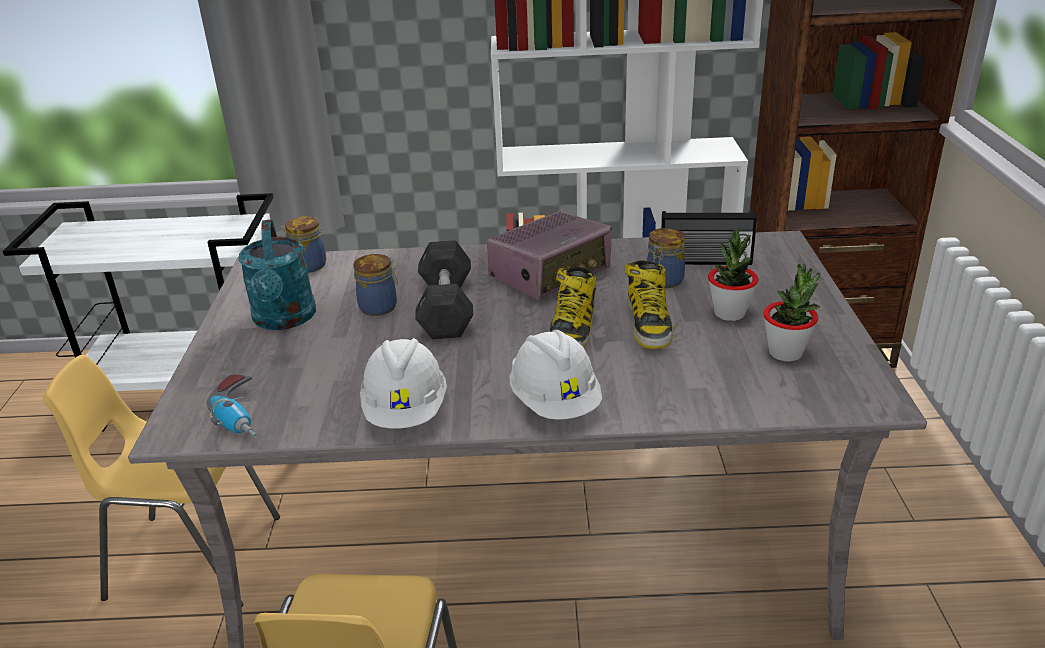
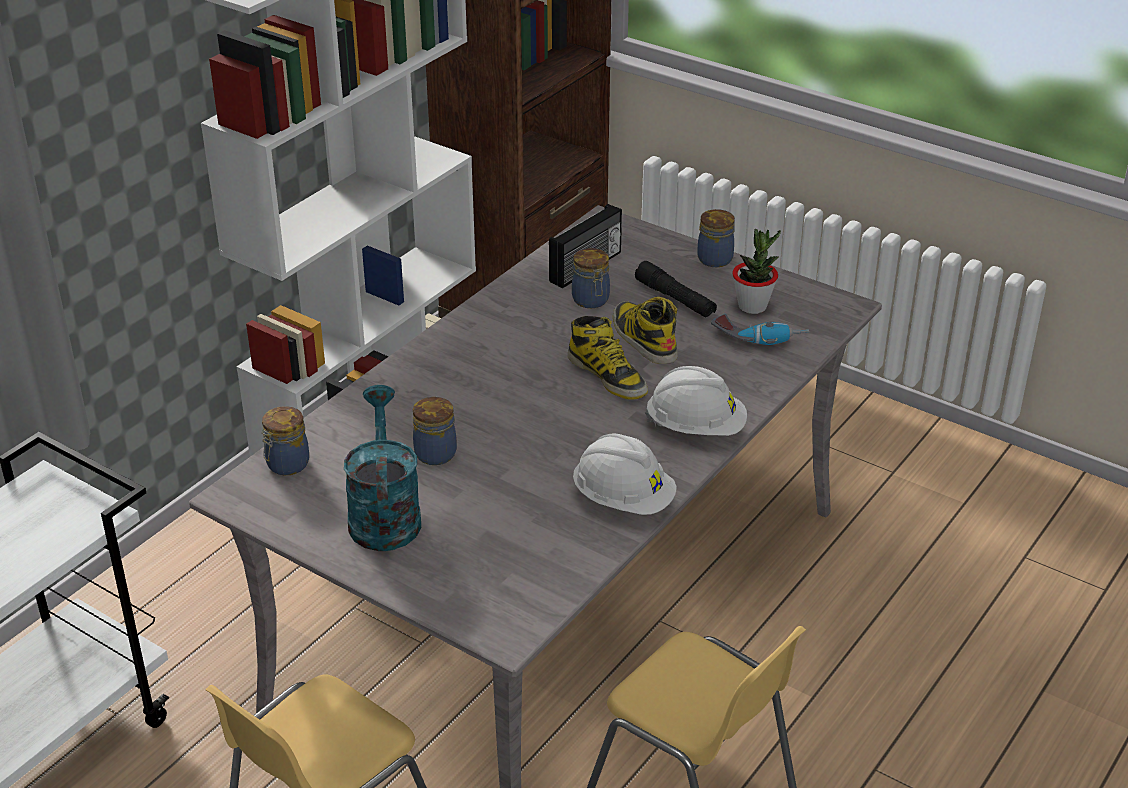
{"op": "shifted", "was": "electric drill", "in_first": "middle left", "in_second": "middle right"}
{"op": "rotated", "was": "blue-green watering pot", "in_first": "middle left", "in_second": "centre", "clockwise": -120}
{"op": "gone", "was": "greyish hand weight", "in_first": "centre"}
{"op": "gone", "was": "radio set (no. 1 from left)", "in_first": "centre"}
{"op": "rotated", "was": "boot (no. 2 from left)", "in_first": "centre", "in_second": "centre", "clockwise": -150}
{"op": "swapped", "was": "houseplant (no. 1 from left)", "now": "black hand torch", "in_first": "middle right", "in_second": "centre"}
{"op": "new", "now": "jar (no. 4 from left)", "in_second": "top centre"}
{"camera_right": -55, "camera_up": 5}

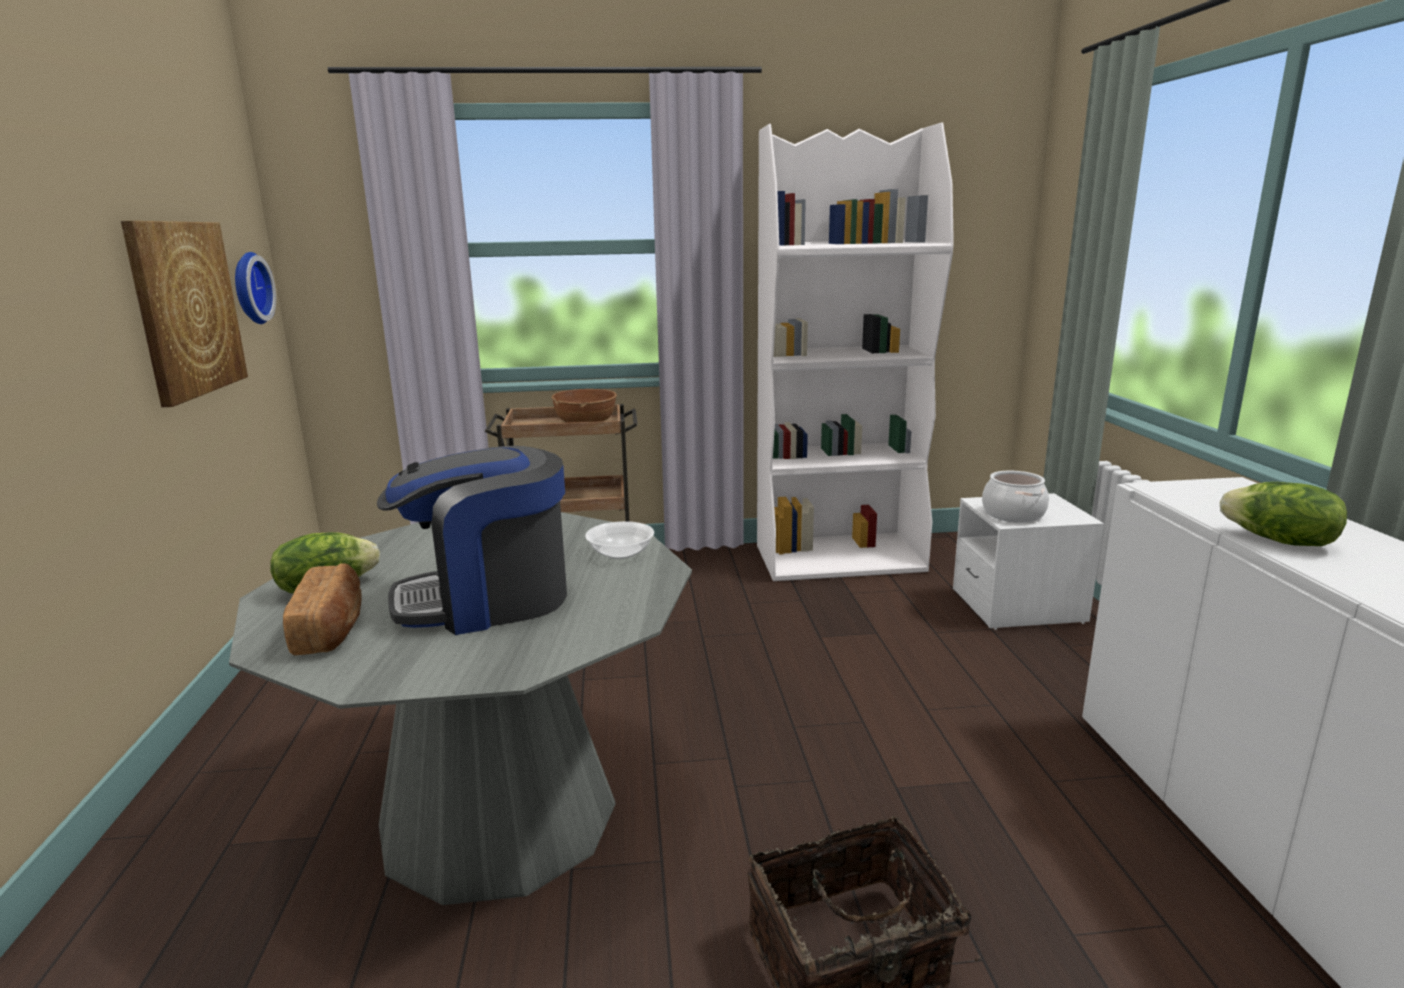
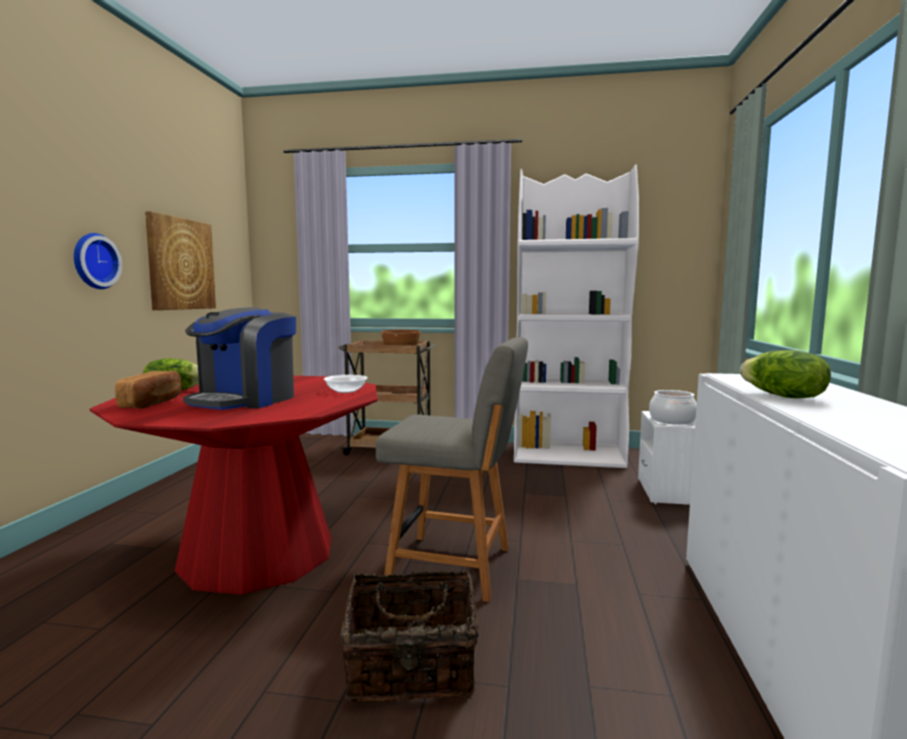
{"op": "repainted", "was": "greyish kitchen table", "now": "reddish kitchen table", "in_first": "bottom left", "in_second": "middle left"}
{"op": "shifted", "was": "hanging clock", "in_first": "top left", "in_second": "middle left"}
{"op": "rotated", "was": "coffee maker", "in_first": "centre", "in_second": "middle left", "clockwise": -60}
{"op": "new", "now": "greyish chair", "in_second": "centre"}
{"camera_right": 15, "camera_up": -10}

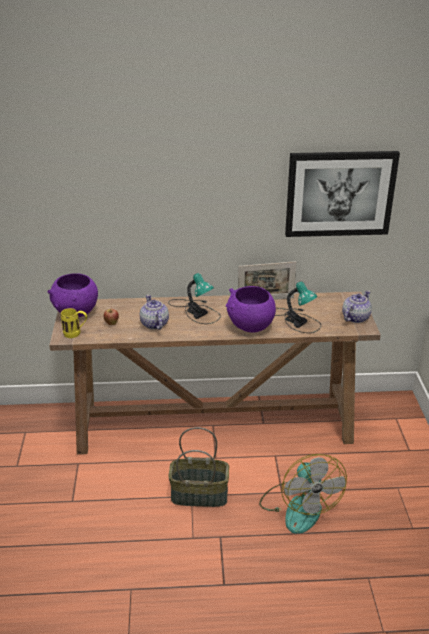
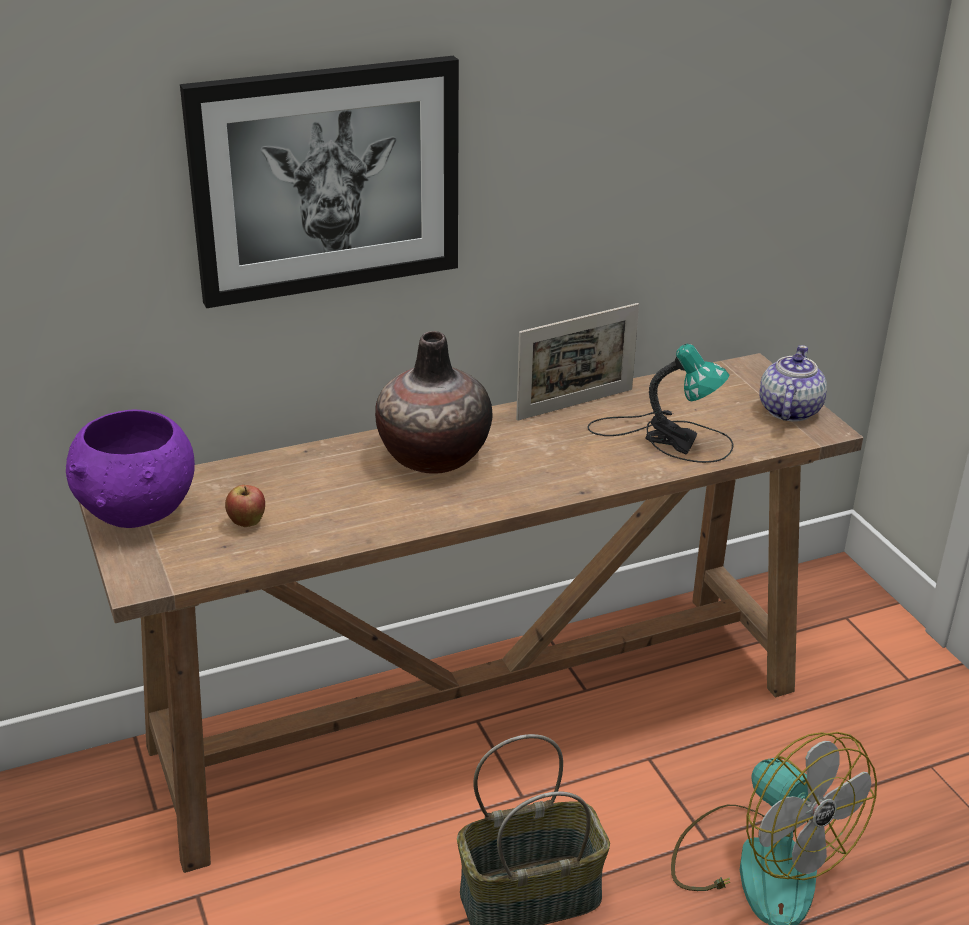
{"op": "gone", "was": "yellow-coloured tea mug", "in_first": "middle left"}
{"op": "gone", "was": "pot for tea (no. 1 from left)", "in_first": "centre"}
{"op": "swapped", "was": "lamp for a table (no. 1 from left)", "now": "flower vase", "in_first": "centre", "in_second": "centre"}
{"op": "gone", "was": "purple bowl (no. 2 from left)", "in_first": "centre"}
{"op": "shifted", "was": "picture", "in_first": "top right", "in_second": "top left"}
{"camera_right": -20, "camera_up": 0}

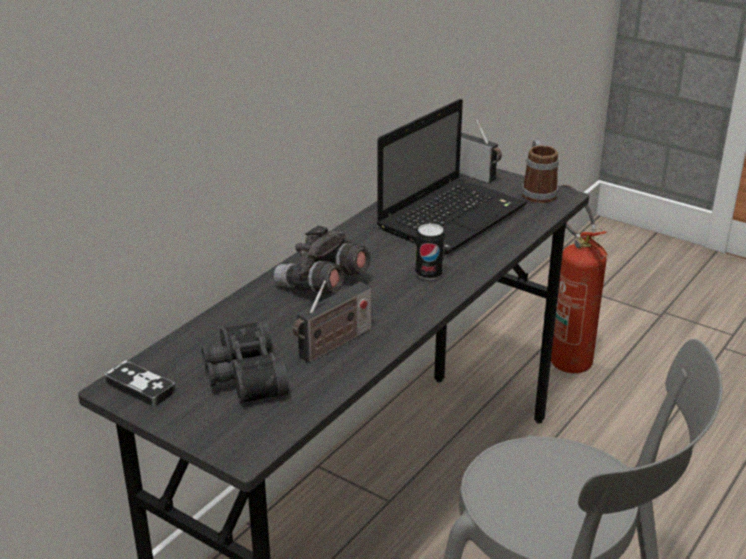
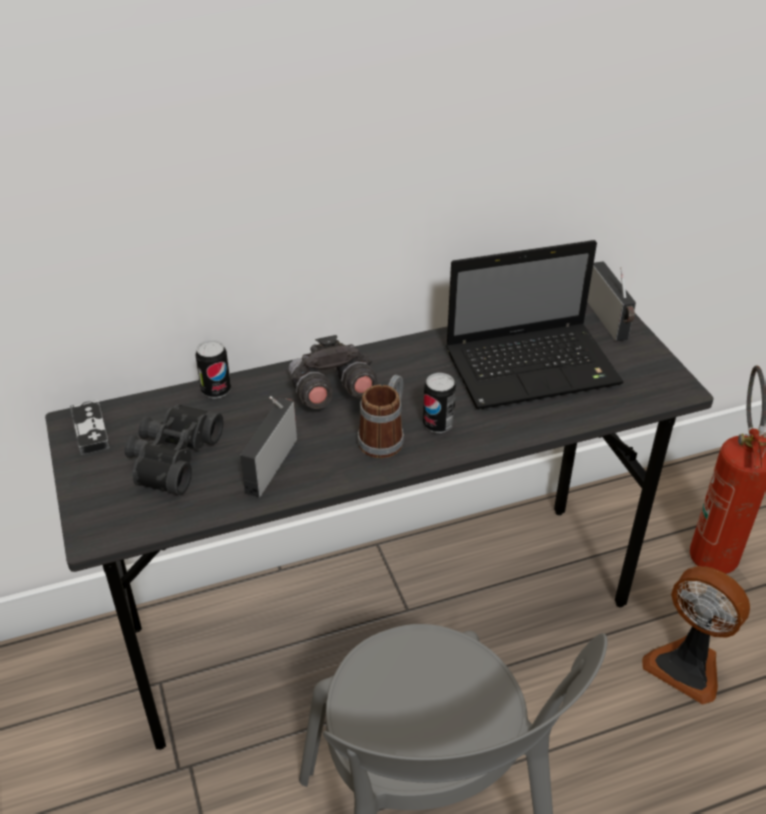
{"op": "rotated", "was": "radio set (no. 1 from left)", "in_first": "centre", "in_second": "centre", "clockwise": 120}
{"op": "shifted", "was": "tea mug", "in_first": "top right", "in_second": "centre"}
{"op": "new", "now": "can (no. 1 from left)", "in_second": "middle left"}
{"op": "new", "now": "cooling fan", "in_second": "bottom right"}
{"camera_right": 35, "camera_up": 10}

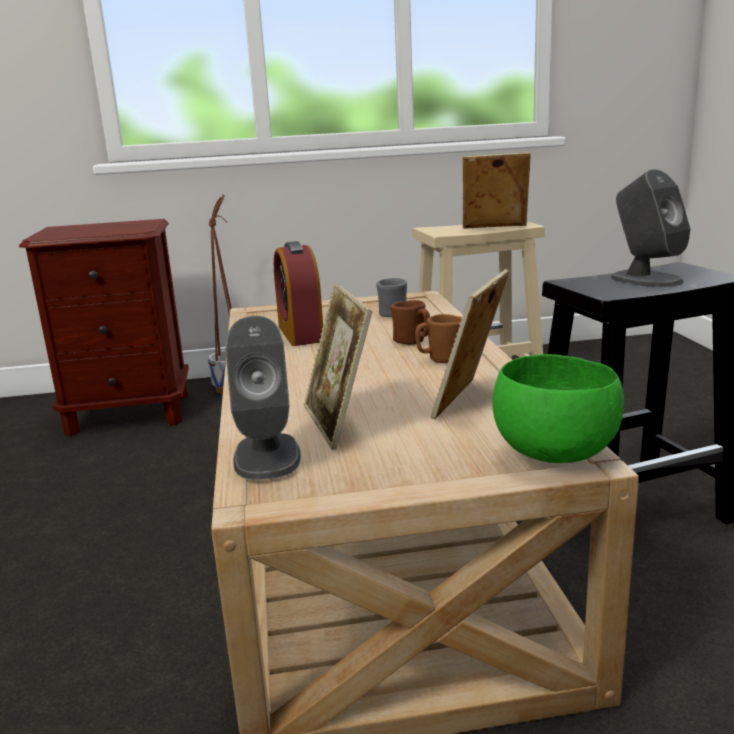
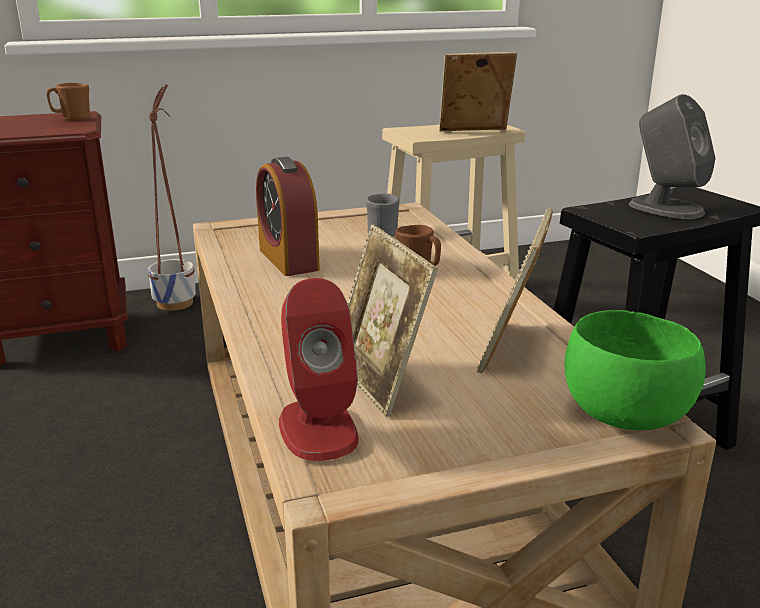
{"op": "repainted", "was": "greyish audio speaker (no. 1 from left)", "now": "reddish audio speaker", "in_first": "centre", "in_second": "centre"}
{"op": "shifted", "was": "brownish tea mug (no. 2 from left in the first image)", "now": "brownish tea mug (no. 1 from left)", "in_first": "centre", "in_second": "top left"}
{"camera_right": -10, "camera_up": 5}

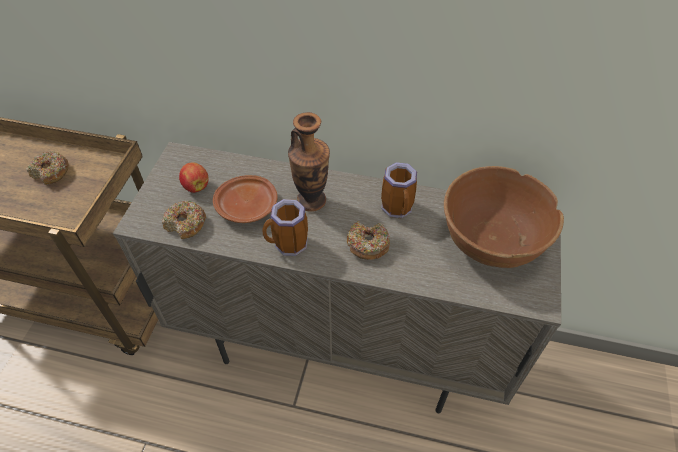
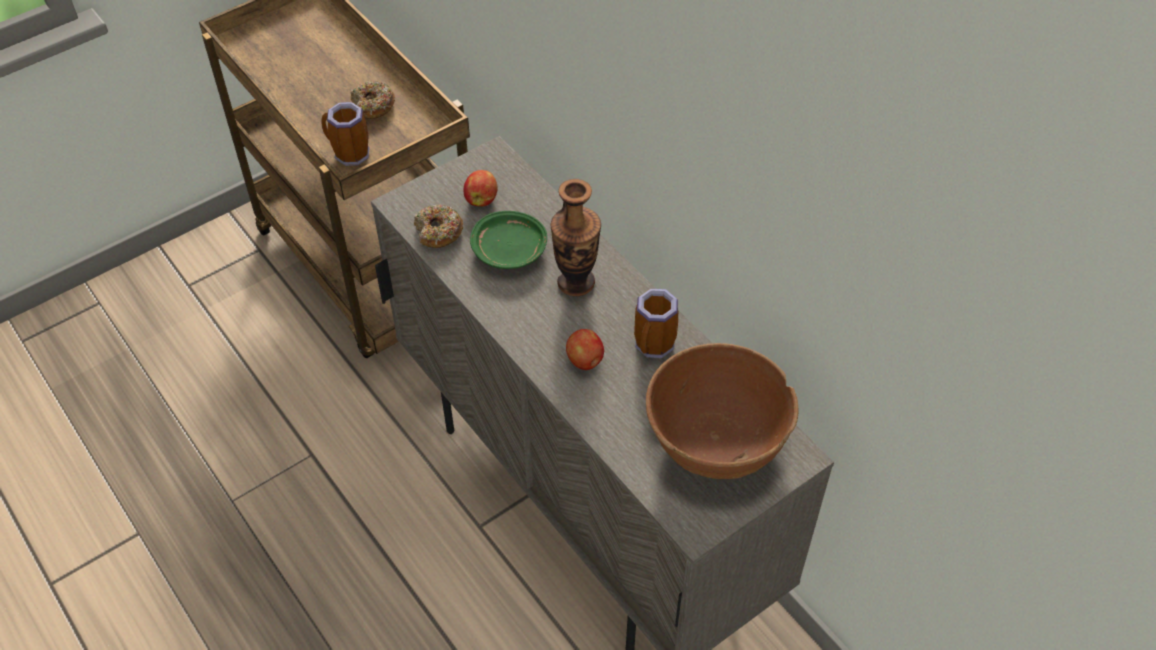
{"op": "repainted", "was": "brownish plate", "now": "green plate", "in_first": "centre", "in_second": "centre"}
{"op": "shifted", "was": "tea mug (no. 1 from left)", "in_first": "centre", "in_second": "top left"}
{"op": "swapped", "was": "ring doughnut (no. 3 from left)", "now": "apple fruit (no. 2 from left)", "in_first": "centre", "in_second": "centre"}
{"camera_right": 40, "camera_up": 0}

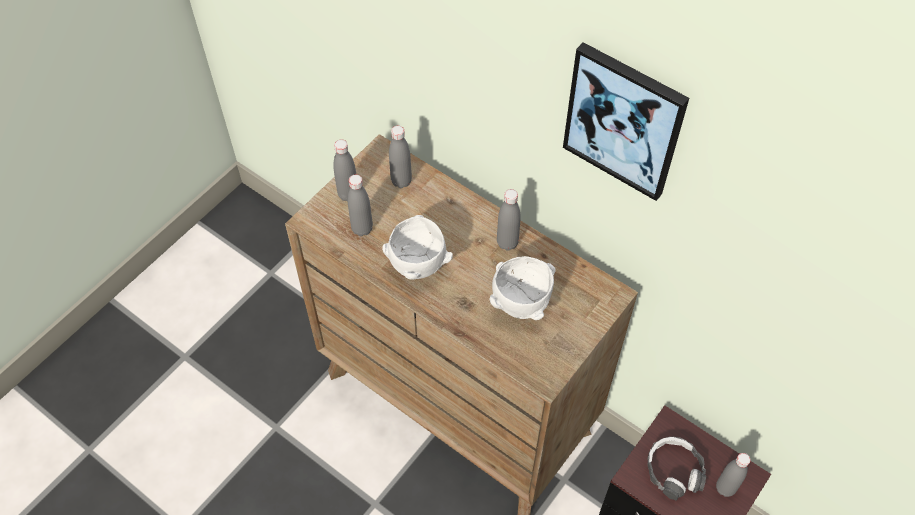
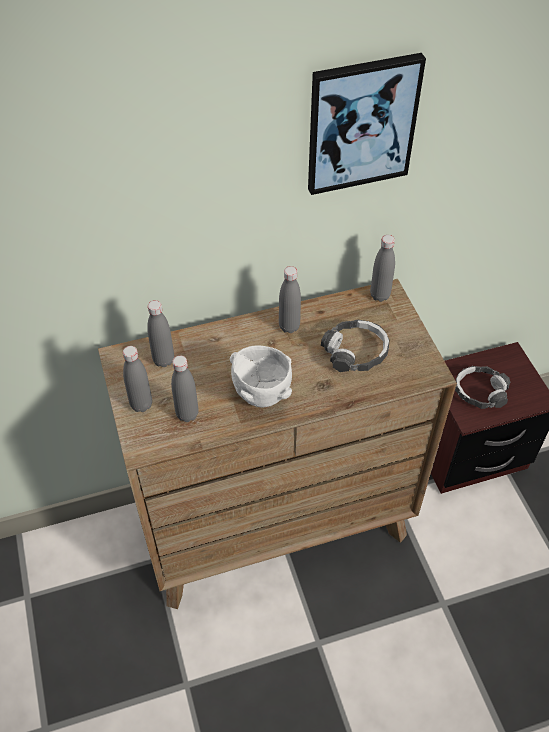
{"op": "swapped", "was": "white-coloured bowl (no. 2 from left)", "now": "headphones (no. 1 from left)", "in_first": "centre", "in_second": "centre"}
{"op": "shifted", "was": "greyish drink bottle (no. 5 from left)", "in_first": "bottom right", "in_second": "middle right"}
{"camera_right": -55, "camera_up": -5}

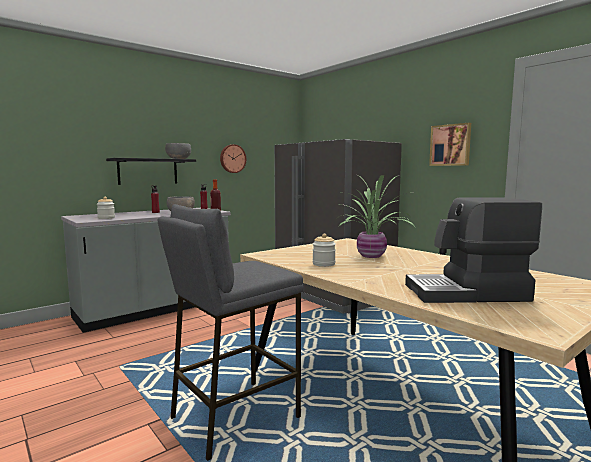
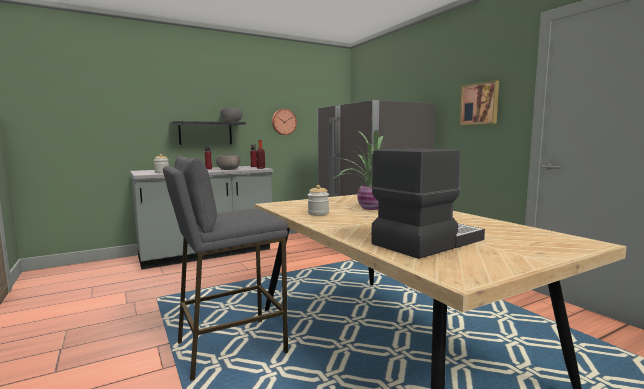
{"op": "rotated", "was": "coffee maker", "in_first": "middle right", "in_second": "centre", "clockwise": 135}
{"camera_right": 10, "camera_up": 0}

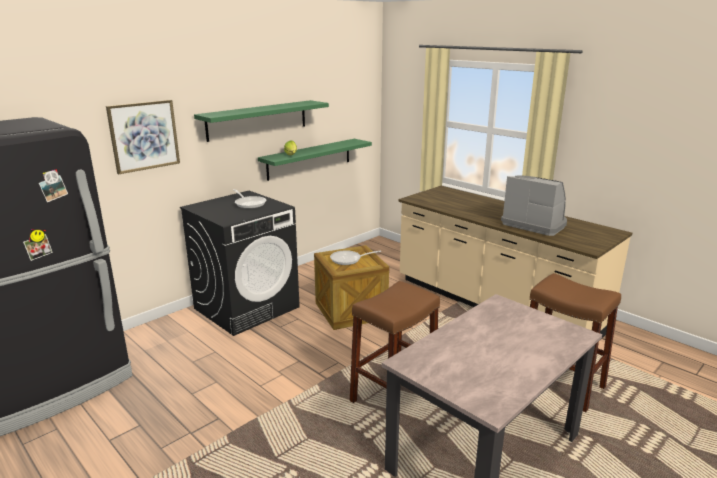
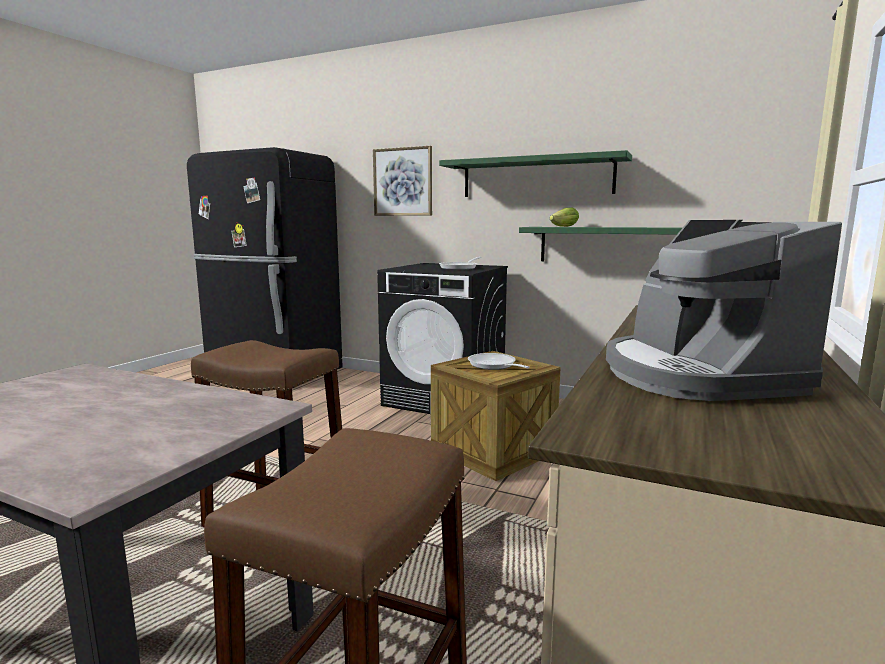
{"op": "rotated", "was": "coffee maker", "in_first": "middle right", "in_second": "middle right", "clockwise": 150}
{"camera_right": 70, "camera_up": -10}

